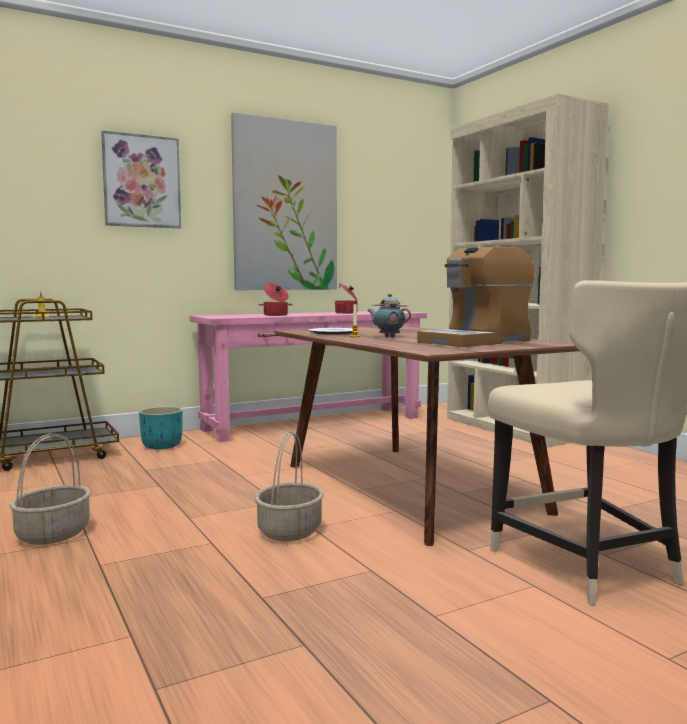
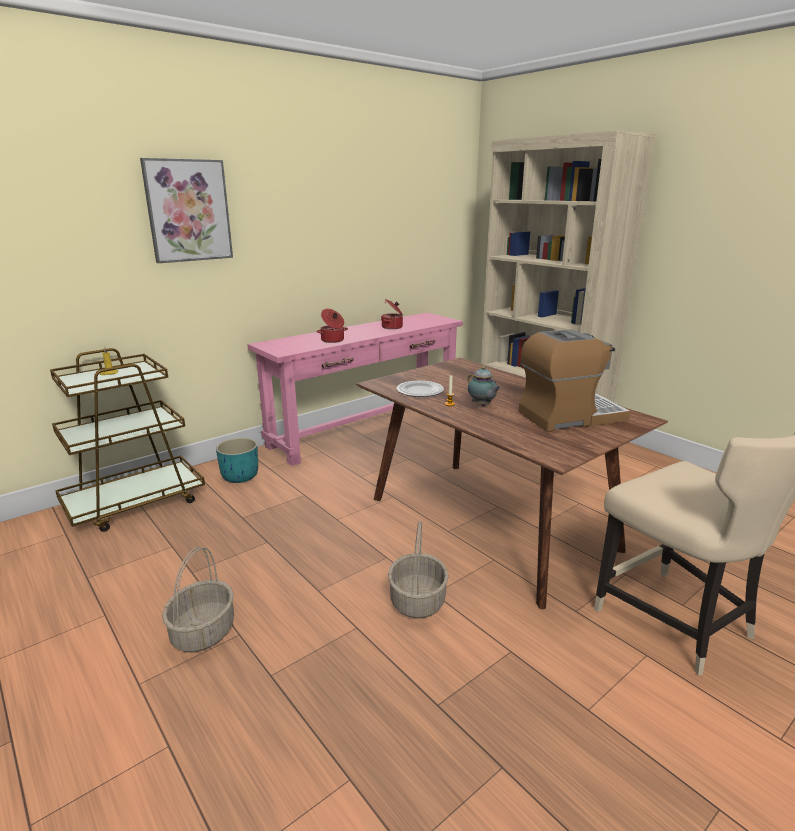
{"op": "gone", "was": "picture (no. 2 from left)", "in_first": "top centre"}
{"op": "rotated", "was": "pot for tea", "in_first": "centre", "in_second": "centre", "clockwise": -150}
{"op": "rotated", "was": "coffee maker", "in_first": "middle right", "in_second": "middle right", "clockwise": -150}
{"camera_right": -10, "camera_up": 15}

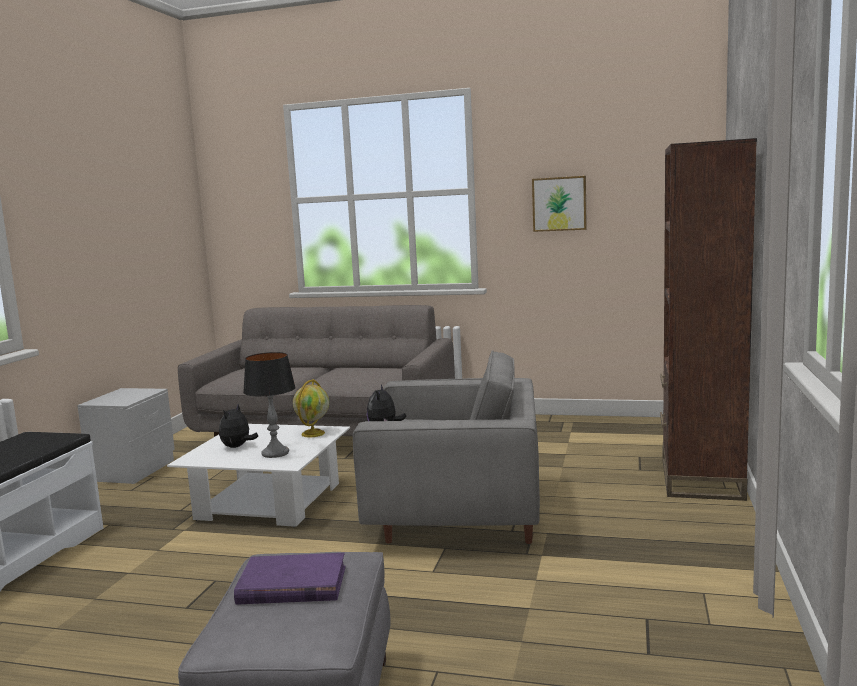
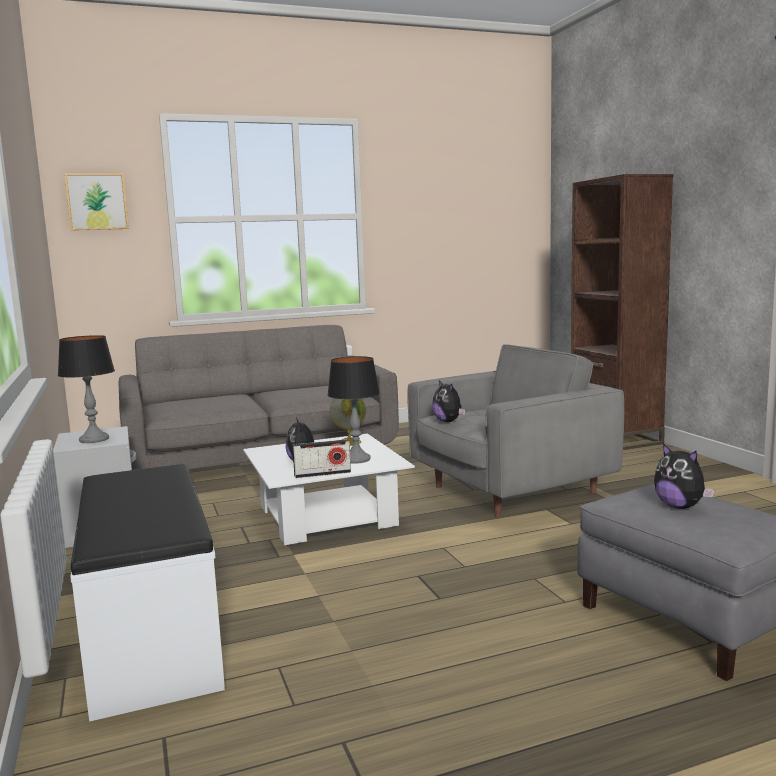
{"op": "swapped", "was": "purple bound book", "now": "plush toy (no. 3 from left)", "in_first": "bottom centre", "in_second": "middle right"}
{"op": "shifted", "was": "picture", "in_first": "top centre", "in_second": "top left"}
{"op": "new", "now": "lamp for a table (no. 1 from left)", "in_second": "middle left"}
{"op": "new", "now": "radio set", "in_second": "centre"}
{"camera_right": -35, "camera_up": 0}

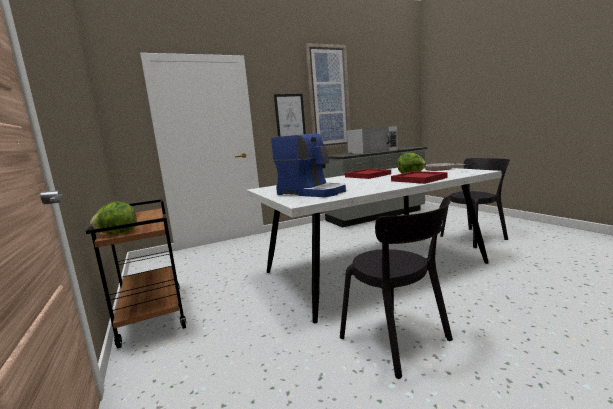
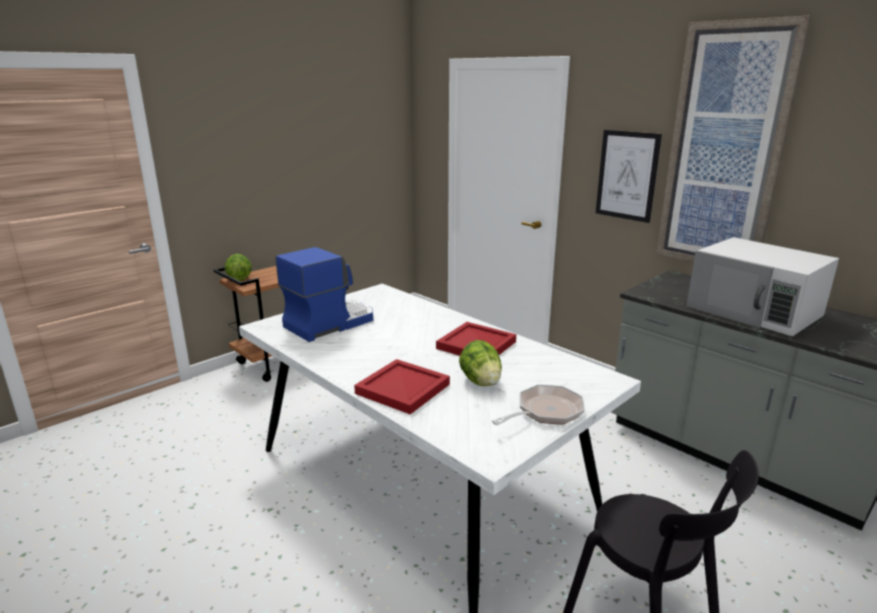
{"op": "rotated", "was": "coffee maker", "in_first": "centre", "in_second": "centre", "clockwise": -150}
{"op": "gone", "was": "black chair (no. 1 from left)", "in_first": "bottom centre"}
{"camera_right": 70, "camera_up": 10}

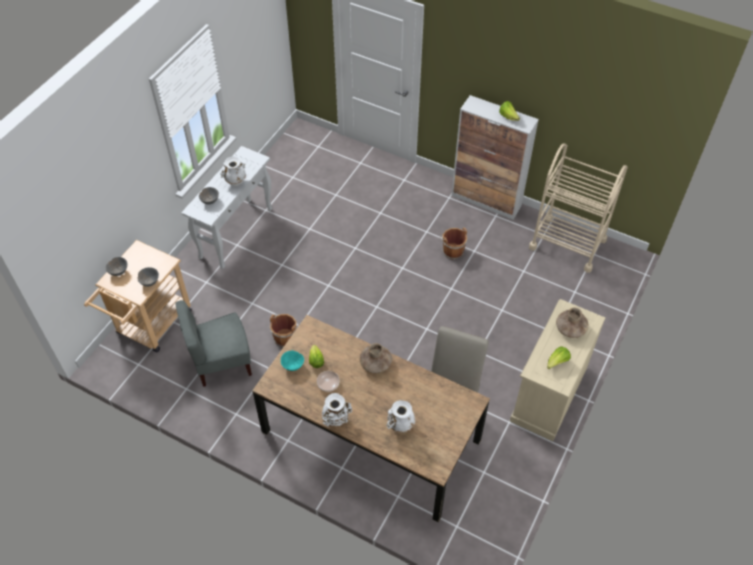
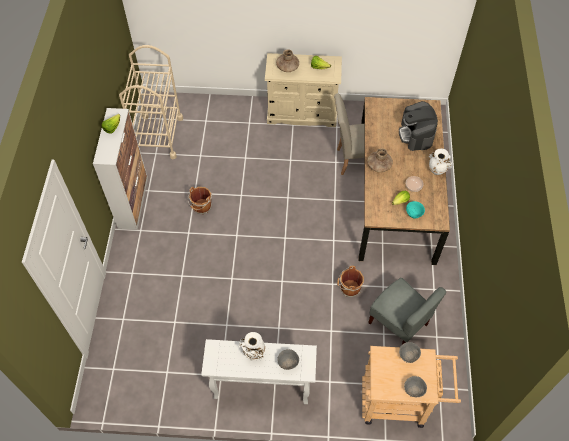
{"op": "swapped", "was": "white-coloured flower vase (no. 3 from left)", "now": "coffee maker", "in_first": "bottom centre", "in_second": "top right"}
{"camera_right": -115, "camera_up": 5}

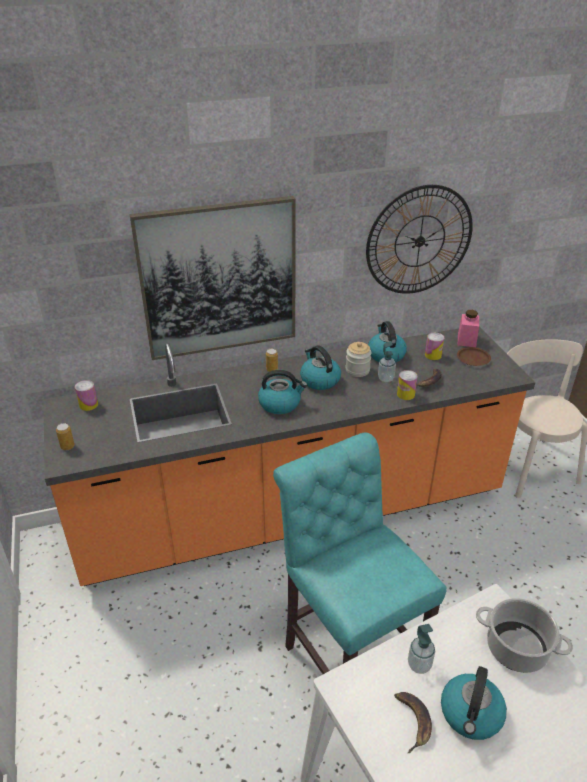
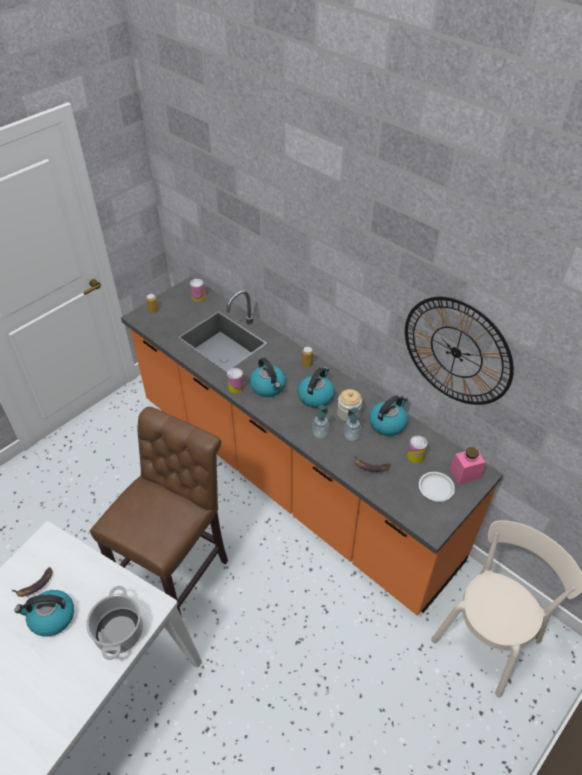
{"op": "gone", "was": "picture", "in_first": "centre"}
{"op": "repainted", "was": "blue-green stool seat", "now": "brownish stool seat", "in_first": "bottom centre", "in_second": "middle left"}
{"op": "shifted", "was": "can (no. 4 from left in the first image)", "now": "can (no. 3 from left)", "in_first": "middle right", "in_second": "centre"}
{"op": "shifted", "was": "liquid soap bottle (no. 2 from left in the first image)", "now": "liquid soap bottle (no. 1 from left)", "in_first": "bottom right", "in_second": "centre"}
{"op": "repainted", "was": "brownish plate", "now": "white-coloured plate", "in_first": "middle right", "in_second": "middle right"}
{"camera_right": 60, "camera_up": 10}

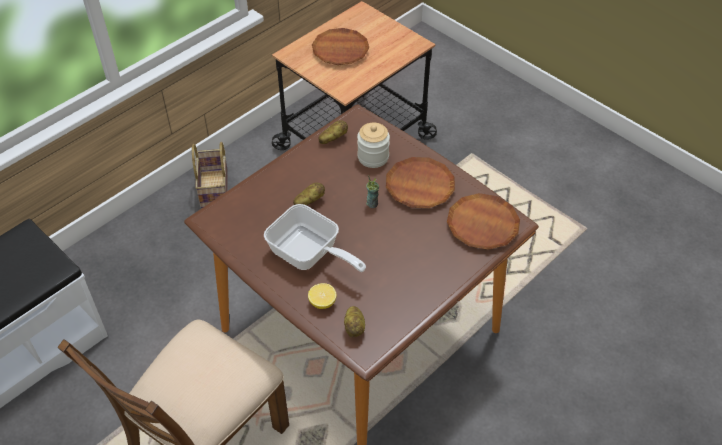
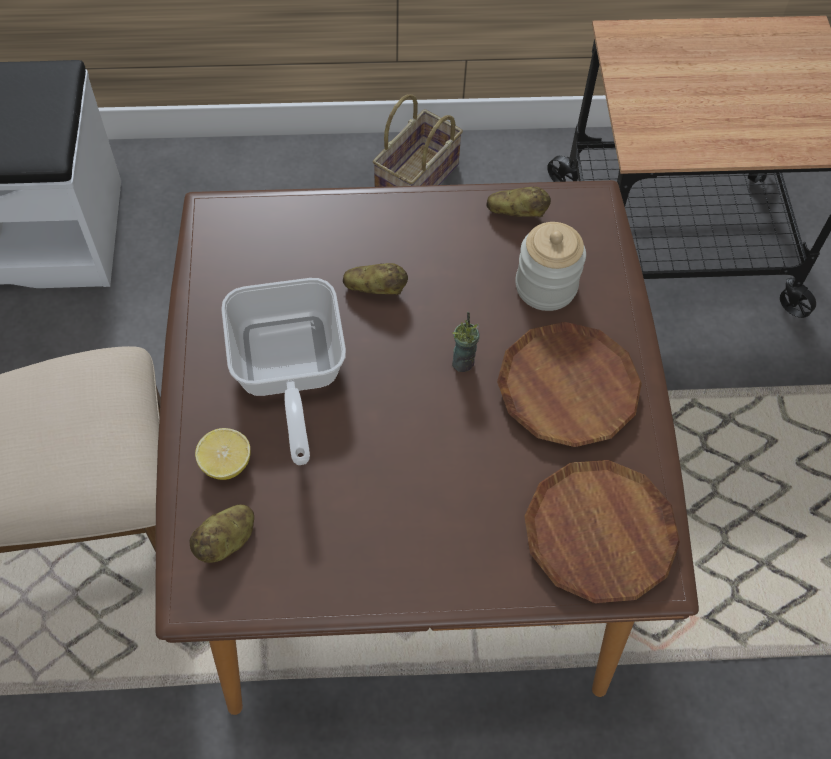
{"op": "gone", "was": "brownish plate (no. 1 from left)", "in_first": "top centre"}
{"camera_right": 40, "camera_up": 10}

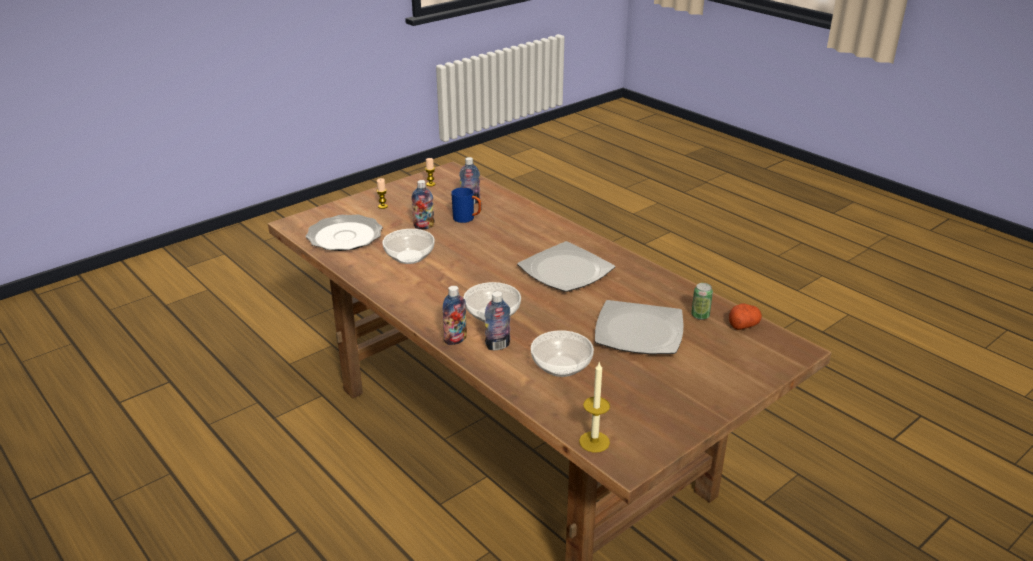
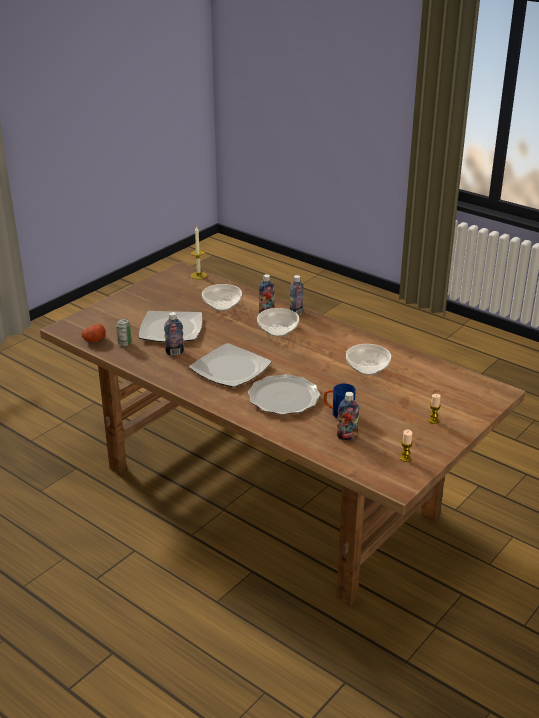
{"op": "shifted", "was": "plate (no. 1 from left in the first image)", "now": "plate (no. 3 from left)", "in_first": "middle left", "in_second": "centre"}
{"op": "shifted", "was": "drink bottle (no. 1 from left)", "in_first": "centre", "in_second": "middle left"}
{"camera_right": 170, "camera_up": 0}

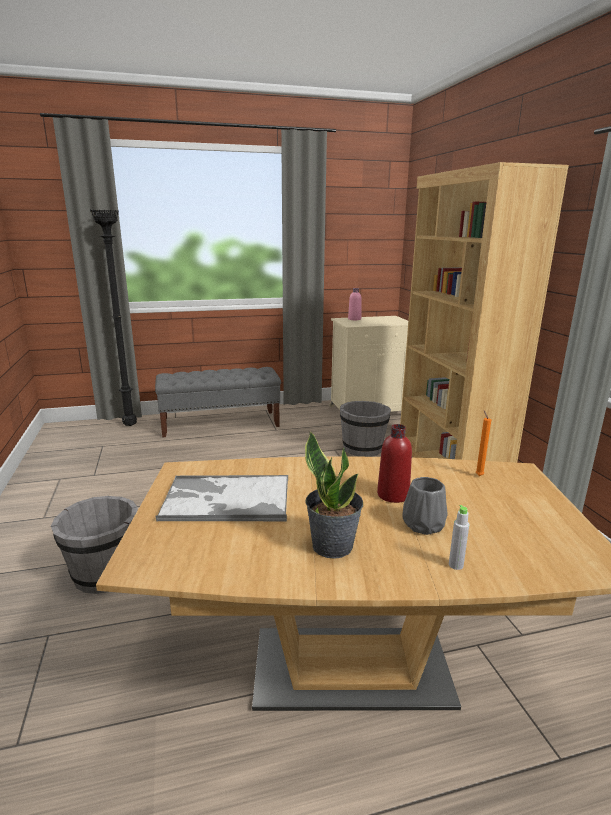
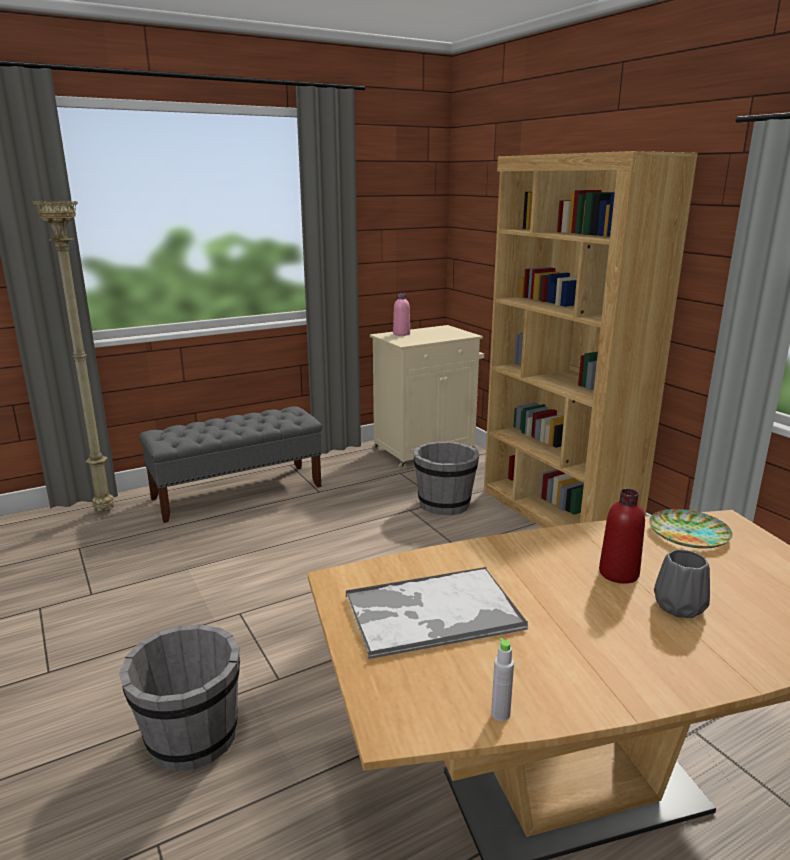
{"op": "repainted", "was": "black standing lamp", "now": "sand-coloured standing lamp", "in_first": "middle left", "in_second": "middle left"}
{"op": "gone", "was": "houseplant", "in_first": "centre"}
{"op": "shifted", "was": "greyish drink bottle", "in_first": "middle right", "in_second": "bottom centre"}
{"op": "swapped", "was": "orange candle", "now": "plate", "in_first": "middle right", "in_second": "middle right"}
{"camera_right": -15, "camera_up": 0}

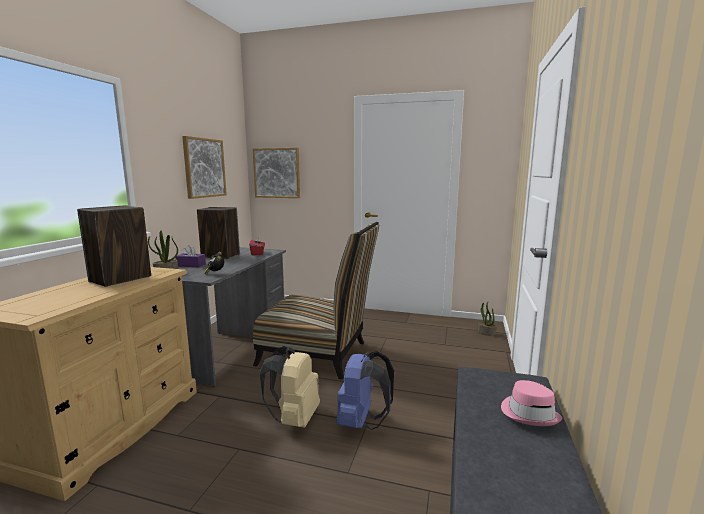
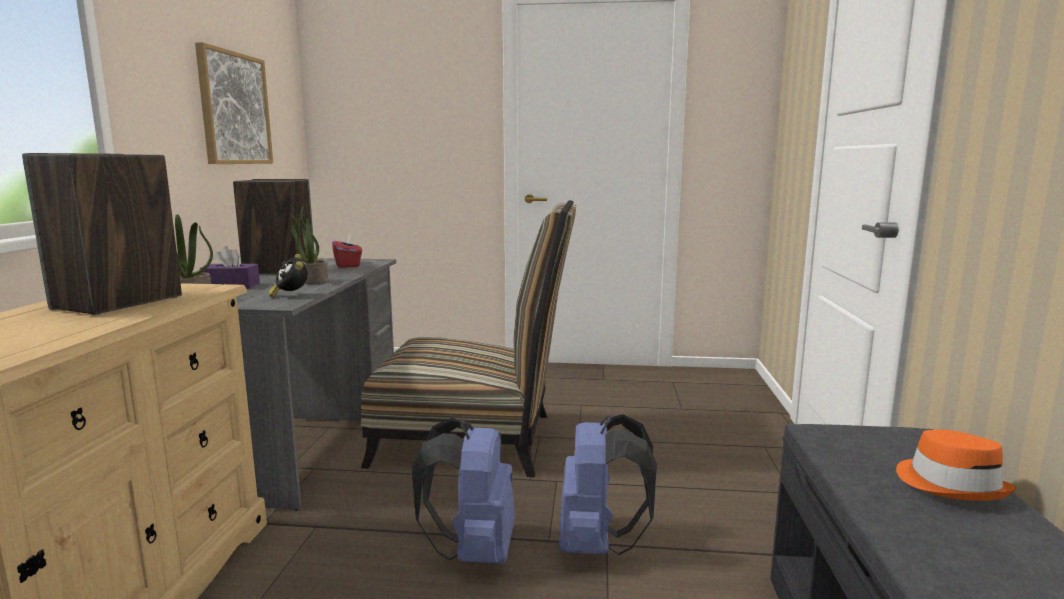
{"op": "gone", "was": "picture (no. 2 from left)", "in_first": "centre"}
{"op": "repainted", "was": "sand-coloured rucksack", "now": "blue-coloured rucksack (no. 1 from left)", "in_first": "bottom centre", "in_second": "bottom centre"}
{"op": "shifted", "was": "houseplant (no. 2 from left)", "in_first": "middle right", "in_second": "middle left"}
{"op": "repainted", "was": "pink-coloured clothing hat", "now": "orange clothing hat", "in_first": "bottom right", "in_second": "bottom right"}
{"camera_right": -10, "camera_up": 0}

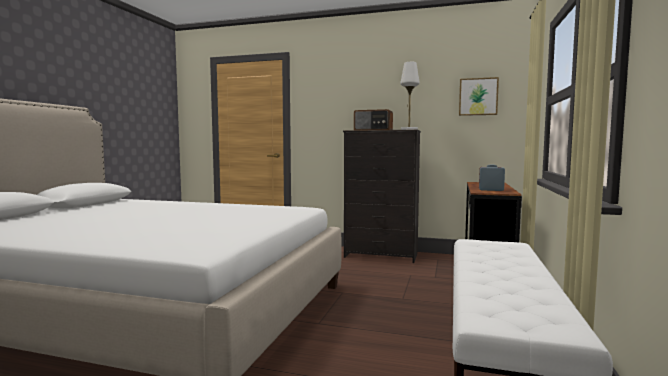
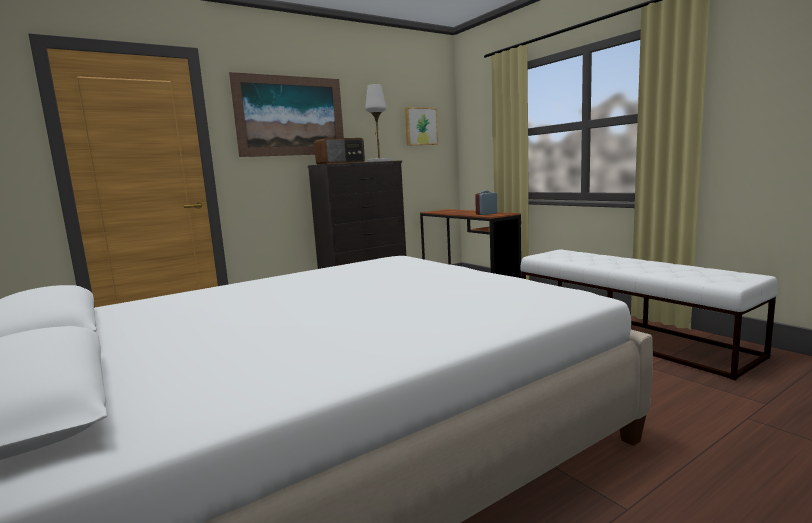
{"op": "new", "now": "picture (no. 1 from left)", "in_second": "top centre"}
{"camera_right": -50, "camera_up": 5}

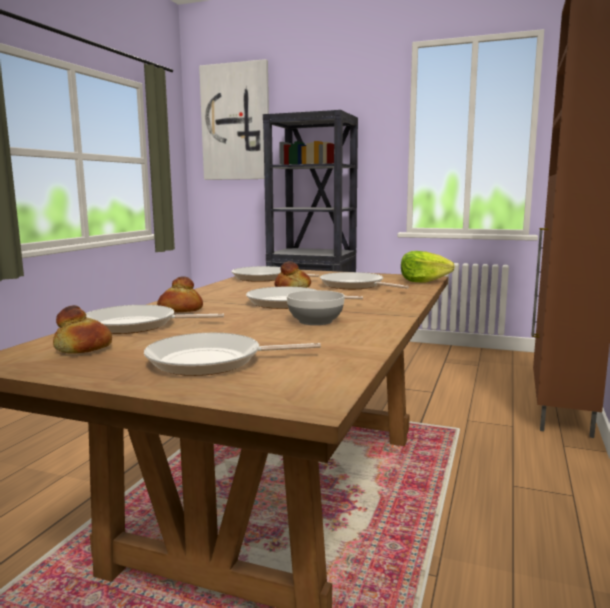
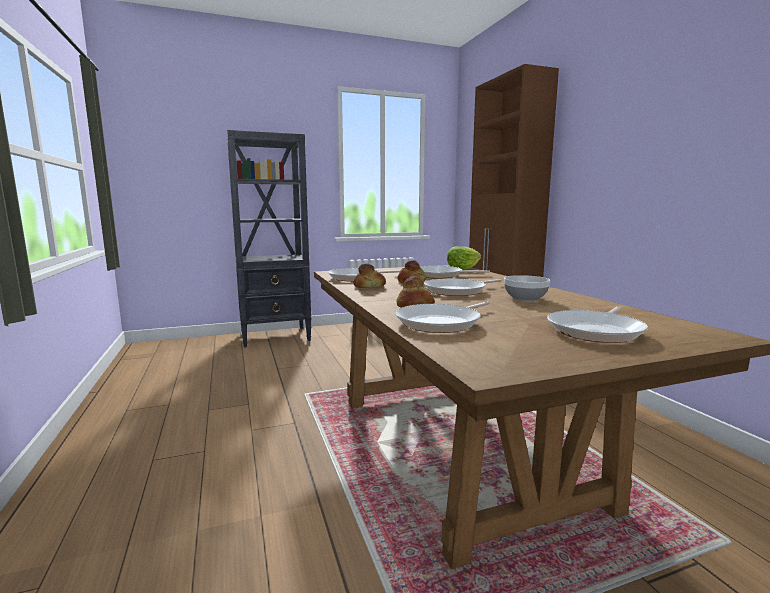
{"op": "shifted", "was": "baked bread (no. 1 from left)", "in_first": "middle left", "in_second": "centre"}
{"op": "gone", "was": "picture", "in_first": "top centre"}
{"camera_right": -40, "camera_up": 0}

